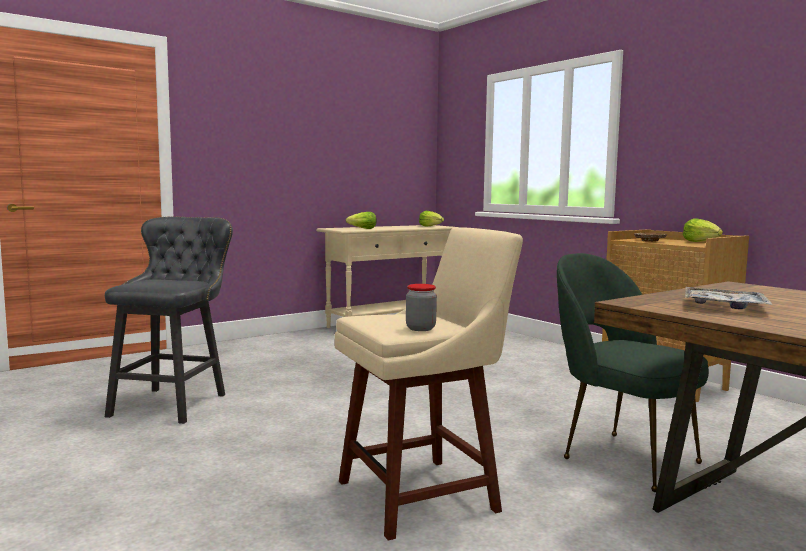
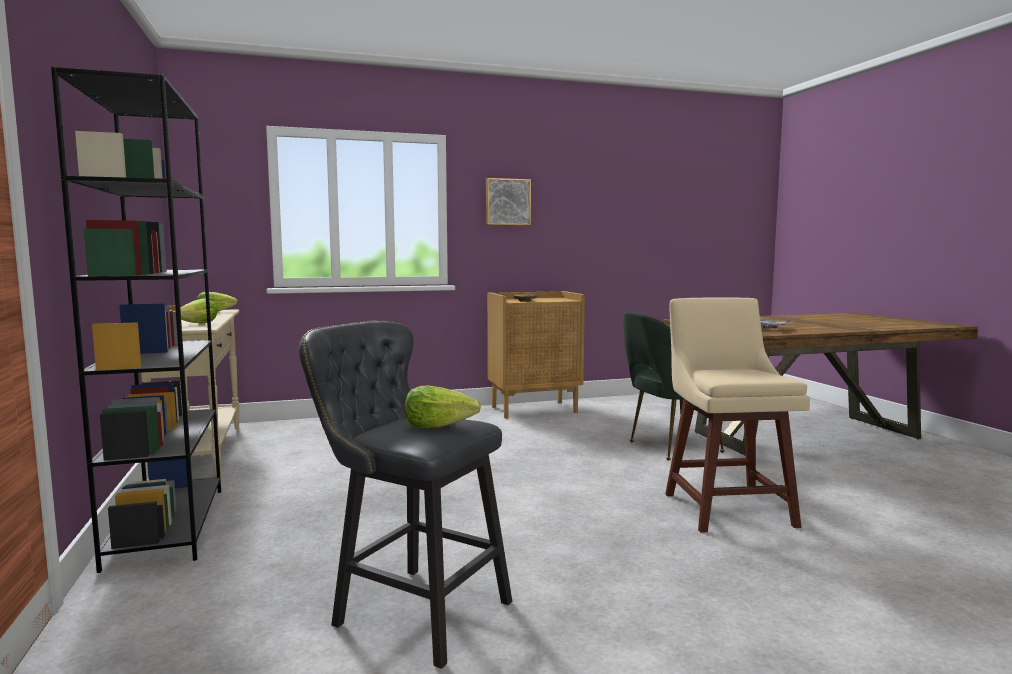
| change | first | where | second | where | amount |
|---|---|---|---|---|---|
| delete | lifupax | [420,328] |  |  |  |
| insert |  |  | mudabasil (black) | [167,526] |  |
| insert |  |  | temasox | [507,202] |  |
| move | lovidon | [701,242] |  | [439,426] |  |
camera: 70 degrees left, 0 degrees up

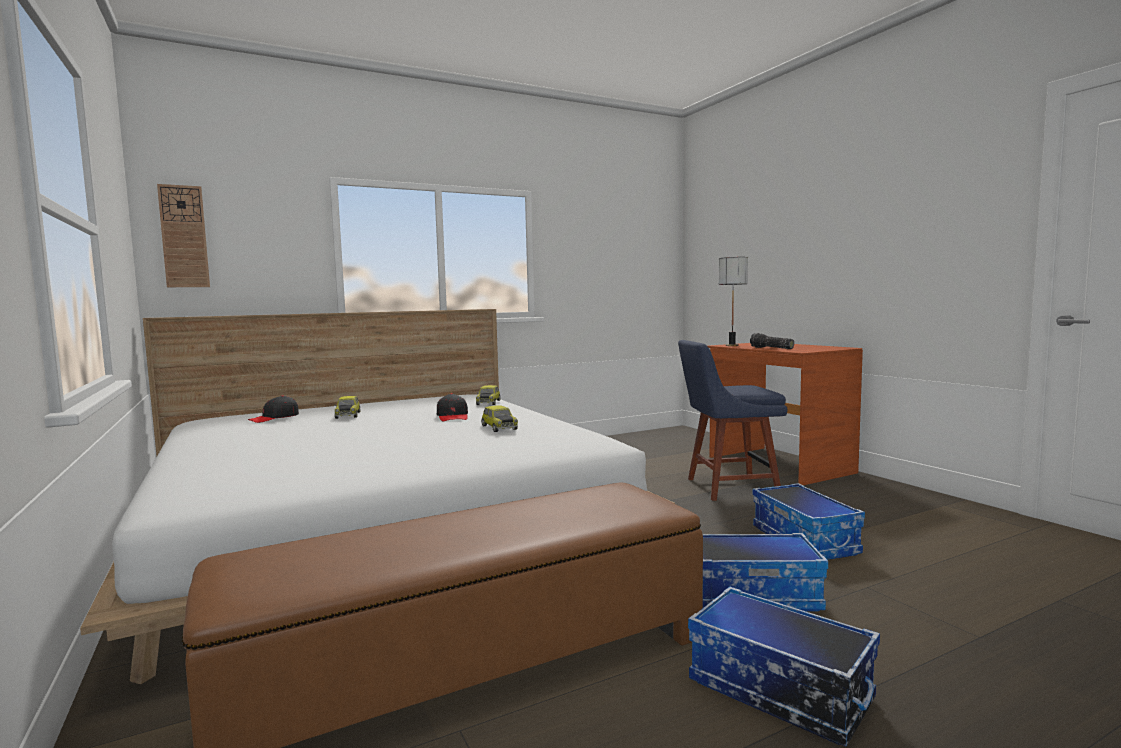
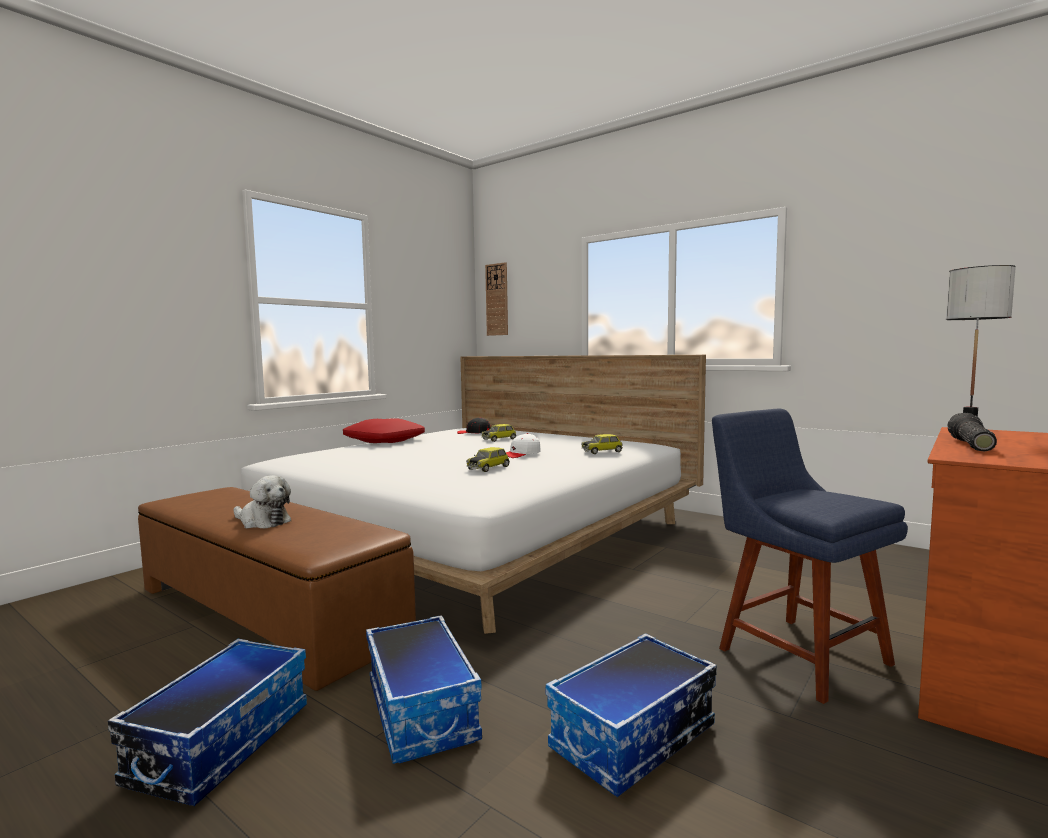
| change | first | where | second | where | amount |
|---|---|---|---|---|---|
| insert |  |  | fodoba | [262,522] |  |
| insert |  |  | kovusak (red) | [384,441] |  |
| recolor | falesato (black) | [453,417] | falesato (white) | [521,454] |  |
camera: 65 degrees right, 0 degrees up

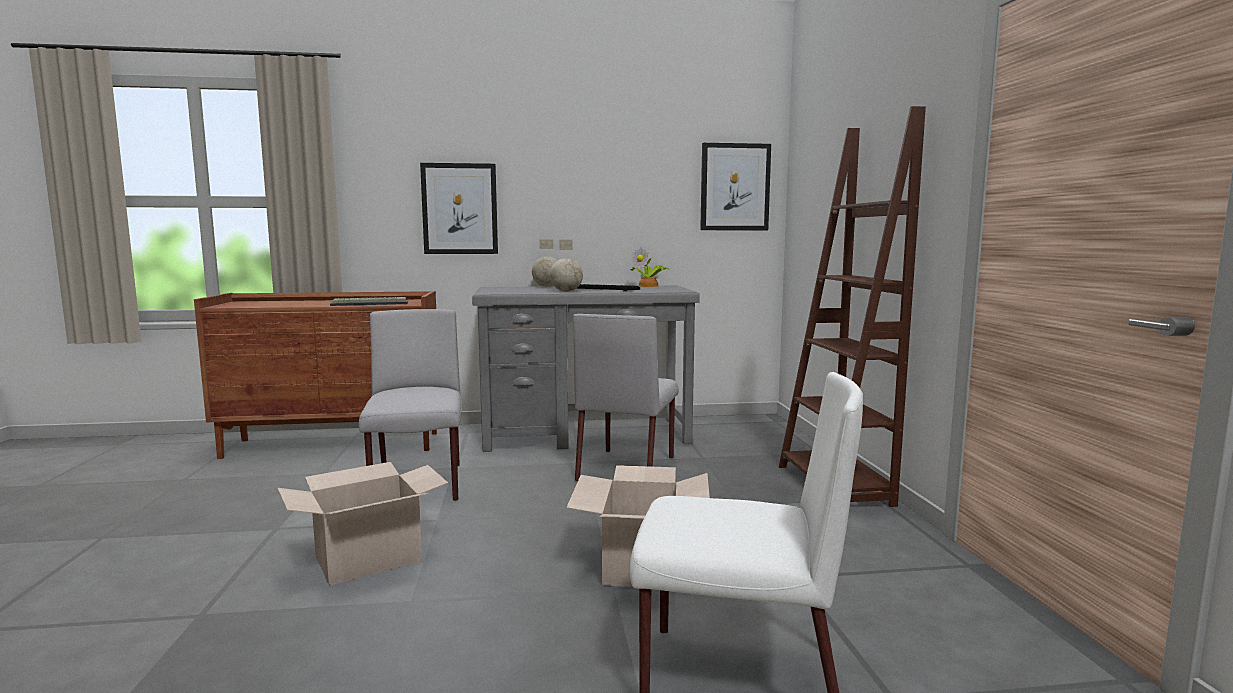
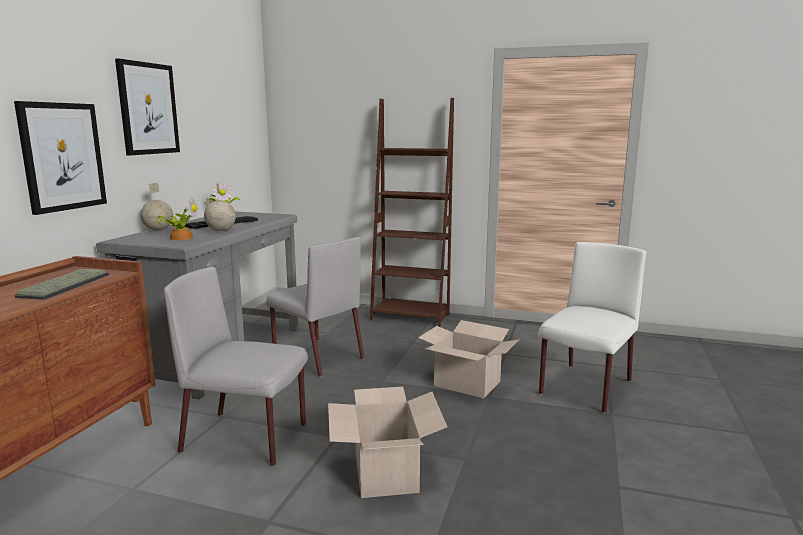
| change | first | where | second | where | amount |
|---|---|---|---|---|---|
| insert |  |  | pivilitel | [180,237] |  |
| move | temasox | [735,187] |  | [148,108] |  |
camera: 65 degrees left, 5 degrees up

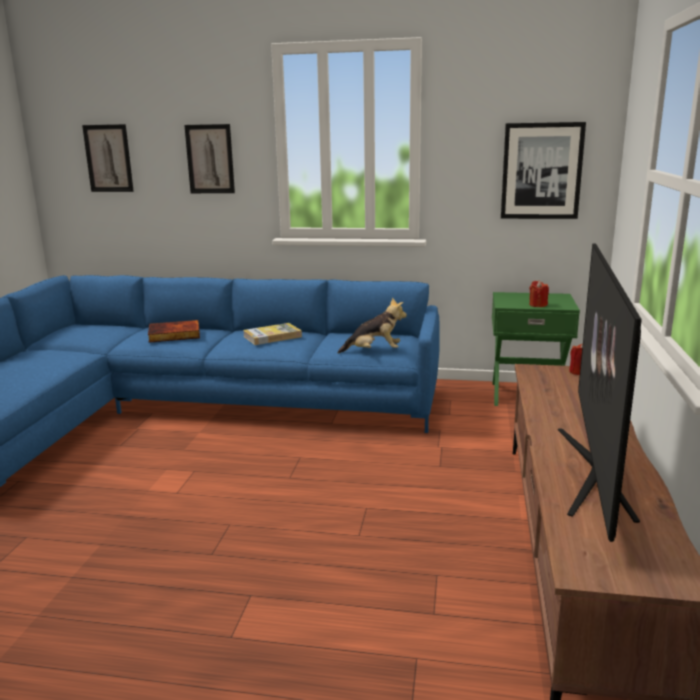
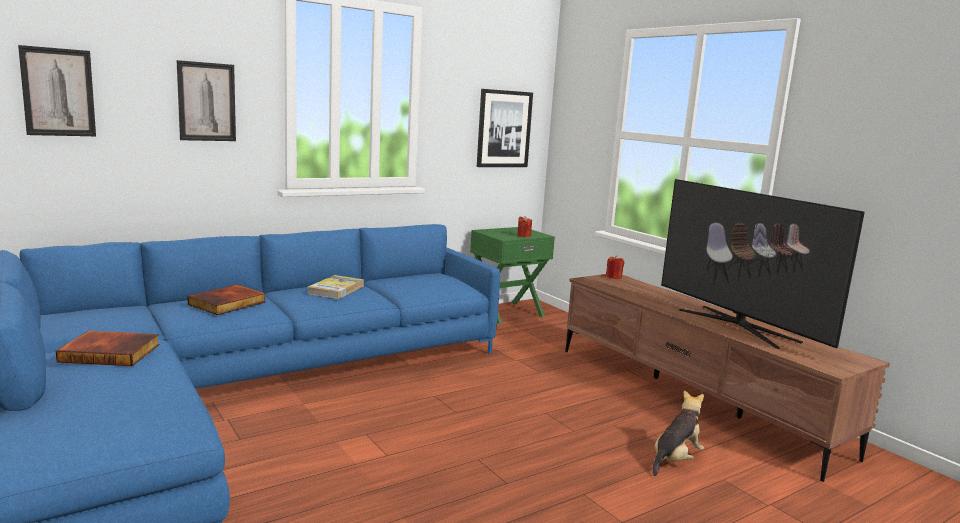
| change | first | where | second | where | amount |
|---|---|---|---|---|---|
| insert |  |  | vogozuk | [111,352] |  |
| move | fodoba | [374,352] |  | [675,459] |  |
camera: 45 degrees left, 5 degrees down

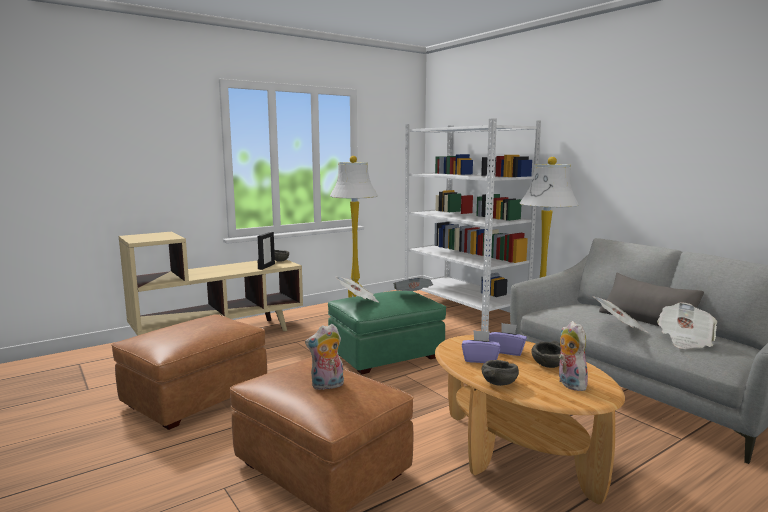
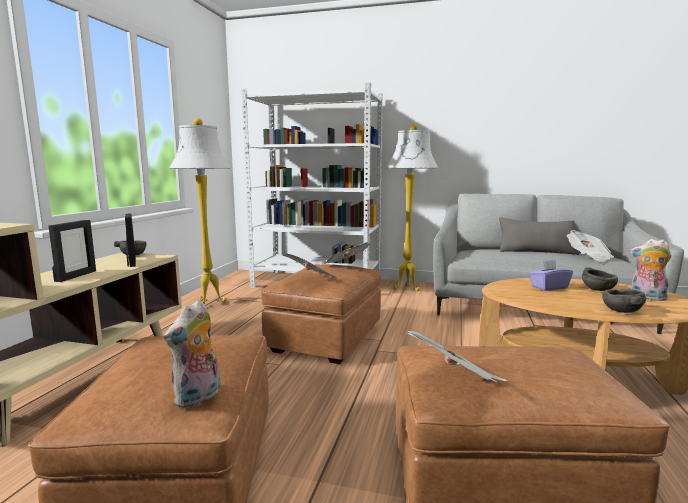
| change | first | where | second | where | amount |
|---|---|---|---|---|---|
| delete | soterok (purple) | [480,359] |  |  |  |
| insert |  |  | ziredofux | [76,276] |  |
| move | fodoba | [327,386] |  | [198,398] |  |
| move | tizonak | [619,327] |  | [454,381] |  |
| recolor | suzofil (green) | [386,355] | suzofil (brown) | [326,338] |  |
camera: 40 degrees left, 0 degrees up

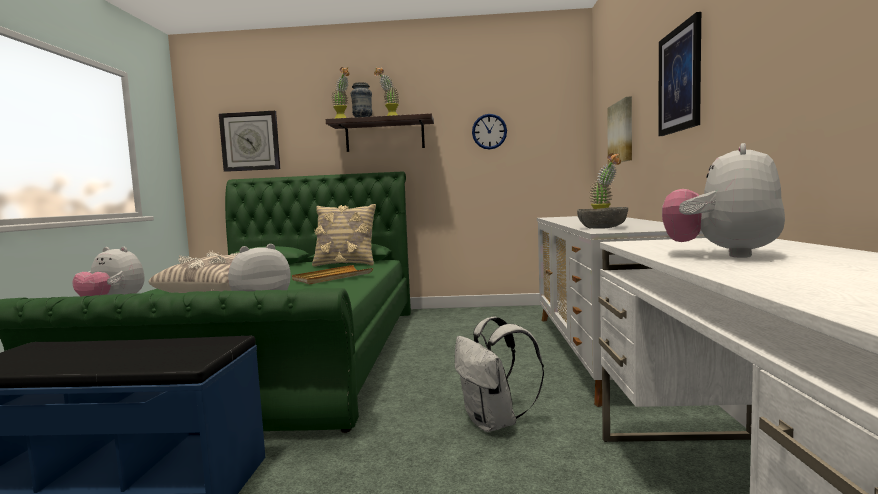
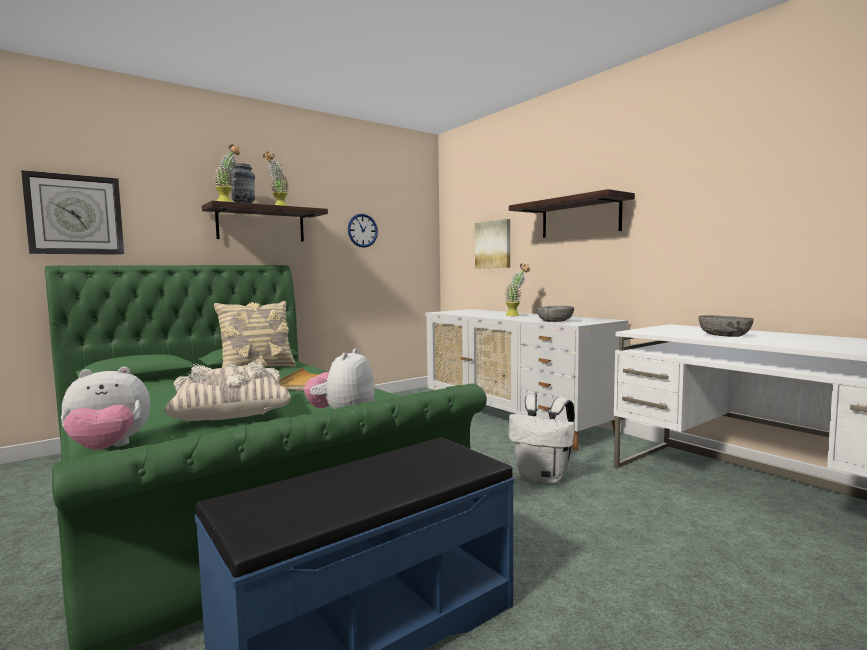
| change | first | where | second | where | amount |
|---|---|---|---|---|---|
| replace | temasox | [680,80] | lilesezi | [580,217] |  |
| replace | fodoba | [721,254] | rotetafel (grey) | [724,336] |  |
camera: 40 degrees left, 0 degrees up

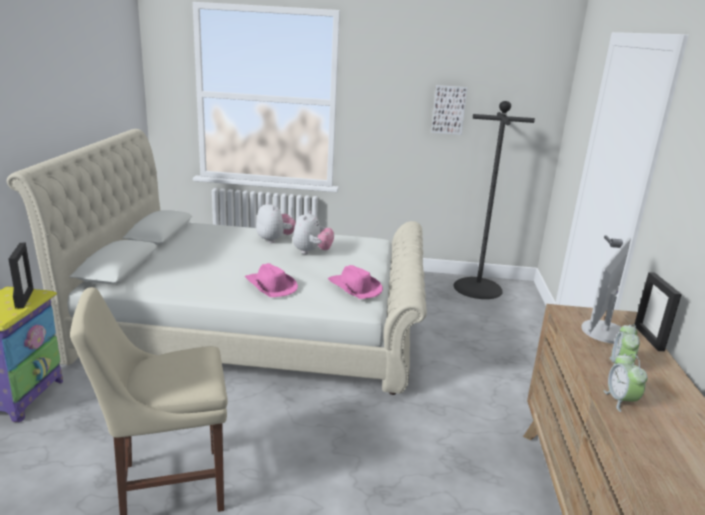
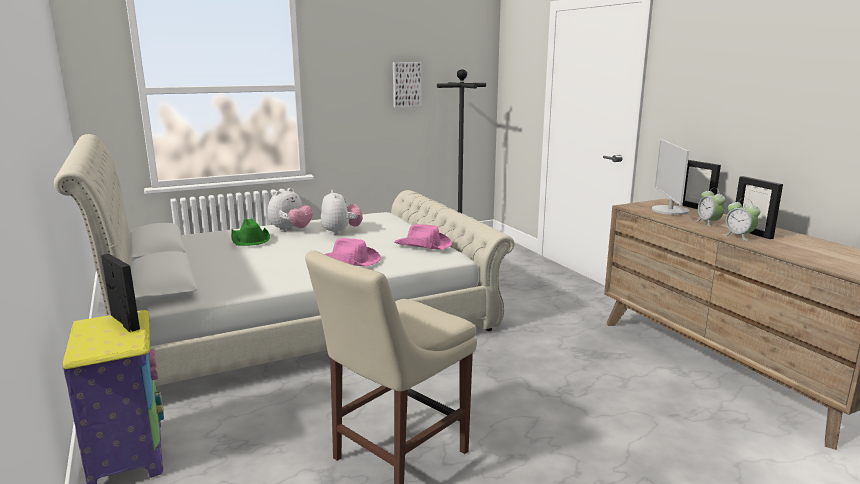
| change | first | where | second | where | amount |
|---|---|---|---|---|---|
| insert |  |  | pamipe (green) | [249,239] |  |
| insert |  |  | ziredofux | [752,233] |  |
| rotate | fodoba | [275,240] |  | [291,230] | 90 degrees clockwise |
camera: 30 degrees left, 5 degrees down

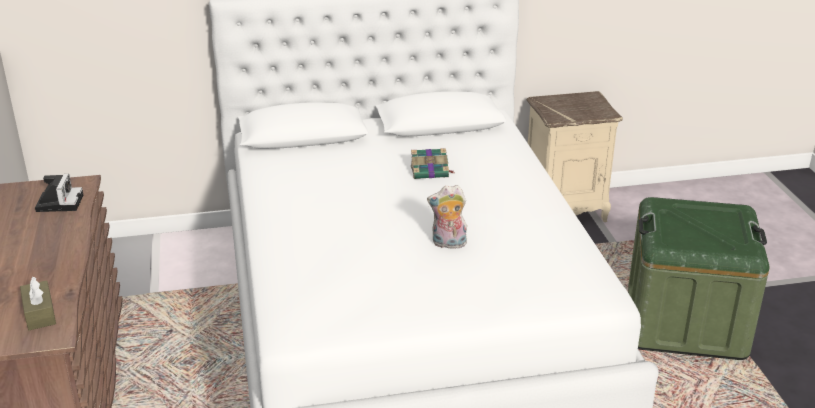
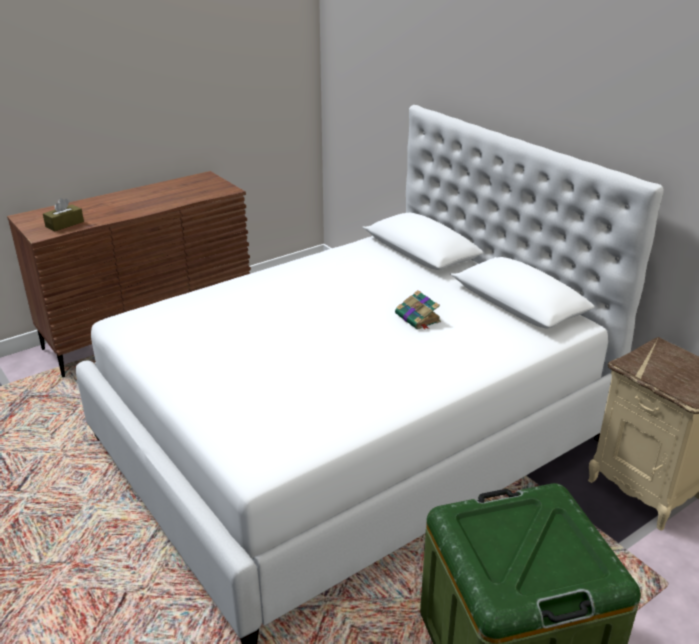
| change | first | where | second | where | amount |
|---|---|---|---|---|---|
| delete | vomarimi | [59,202] |  |  |  |
| delete | fodoba | [448,244] |  |  |  |
camera: 65 degrees right, 0 degrees up

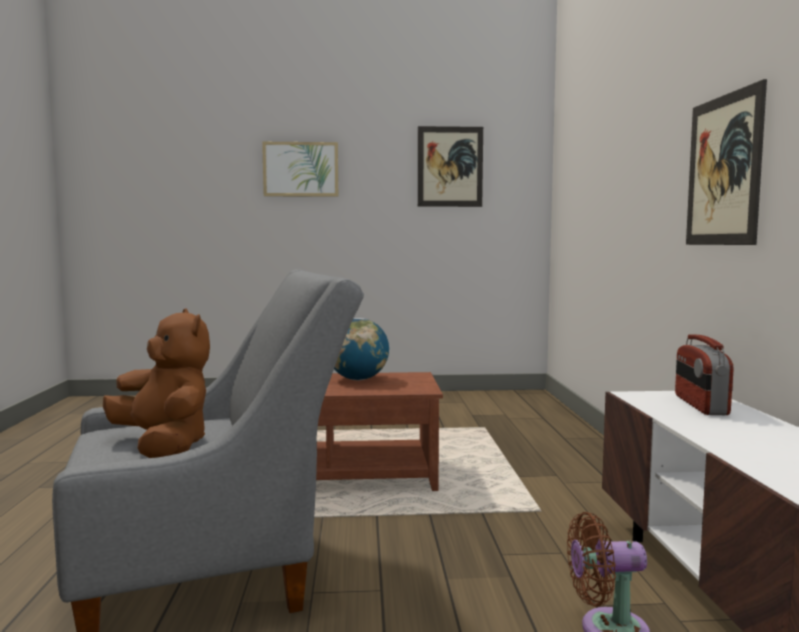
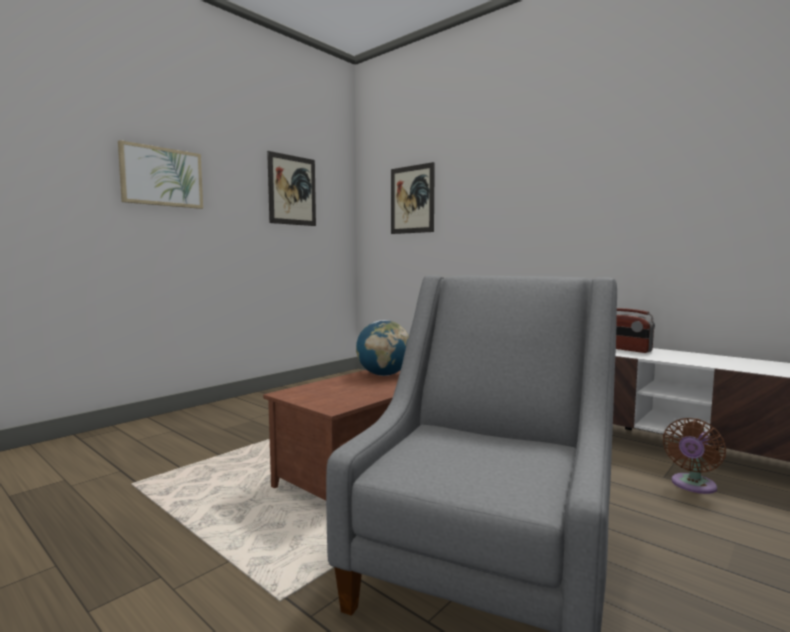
| change | first | where | second | where | amount |
|---|---|---|---|---|---|
| delete | fodoba (brown) | [164,446] |  |  |  |
| move | temasox | [723,170] |  | [412,199] |  |
camera: 45 degrees left, 0 degrees up

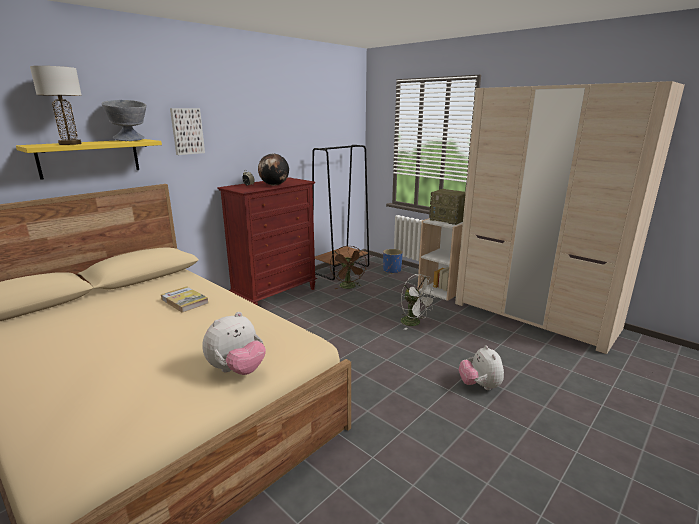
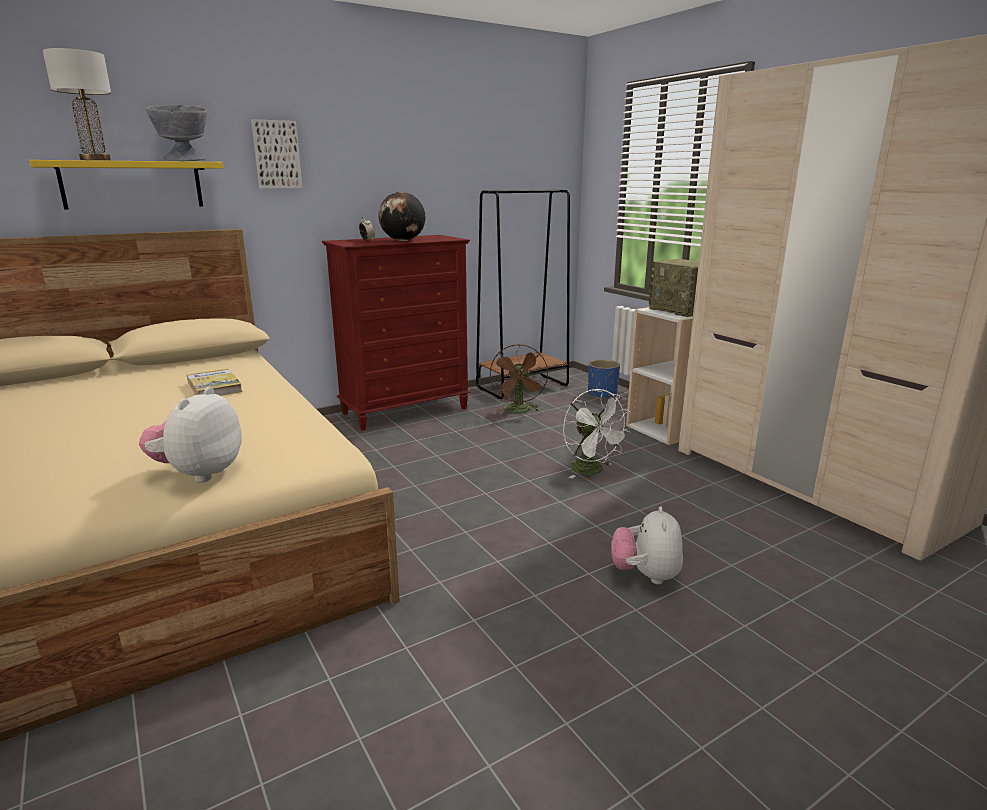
| change | first | where | second | where | amount |
|---|---|---|---|---|---|
| rotate | fodoba | [237,370] |  | [199,473] | 135 degrees clockwise |
camera: 15 degrees right, 0 degrees up

